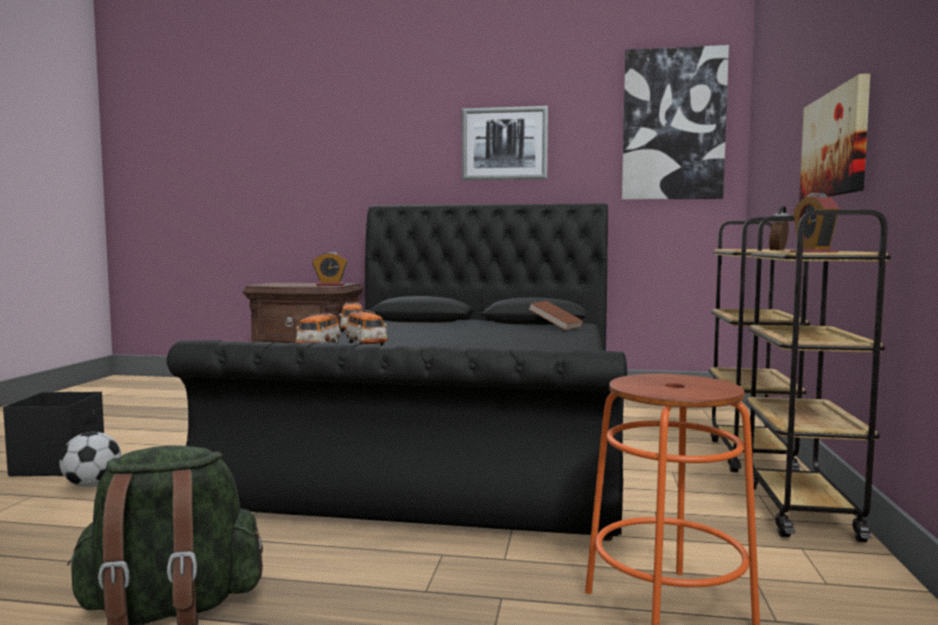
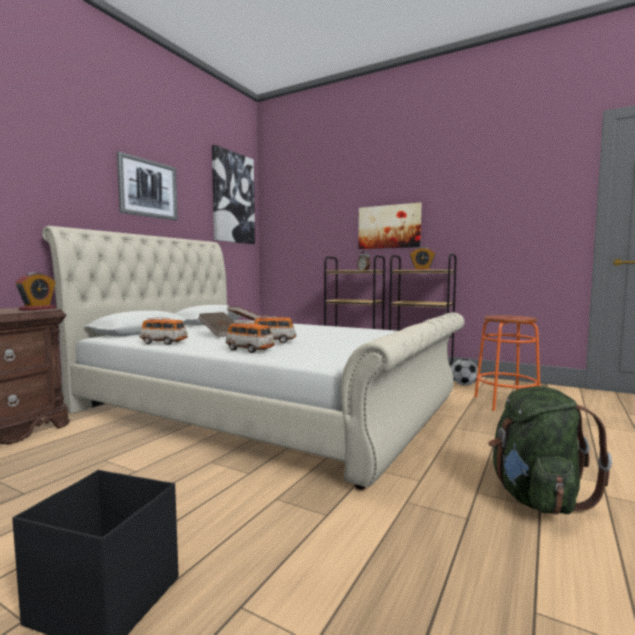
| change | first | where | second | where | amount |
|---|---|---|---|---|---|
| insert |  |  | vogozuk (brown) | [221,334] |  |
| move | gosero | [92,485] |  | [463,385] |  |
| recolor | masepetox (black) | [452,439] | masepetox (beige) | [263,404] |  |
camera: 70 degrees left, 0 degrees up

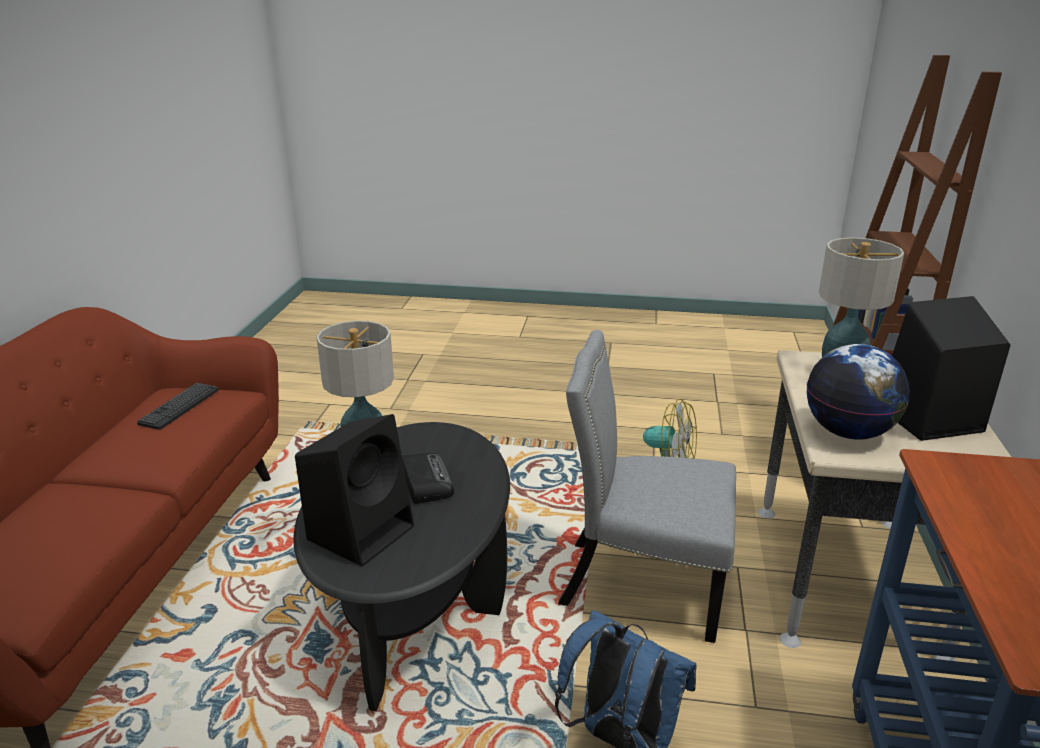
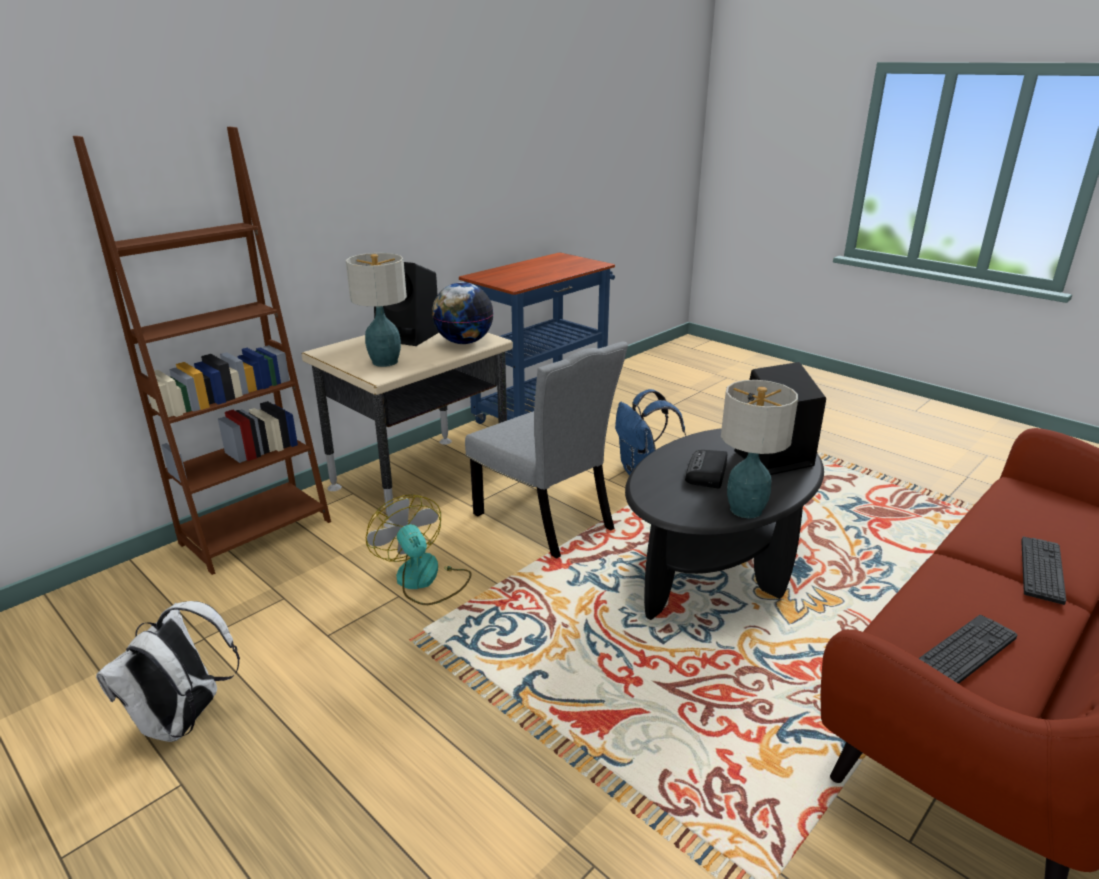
| change | first | where | second | where | amount |
|---|---|---|---|---|---|
| insert |  |  | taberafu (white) | [184,722] |  |
| insert |  |  | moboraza | [1041,570] |  |
camera: 145 degrees left, 0 degrees up

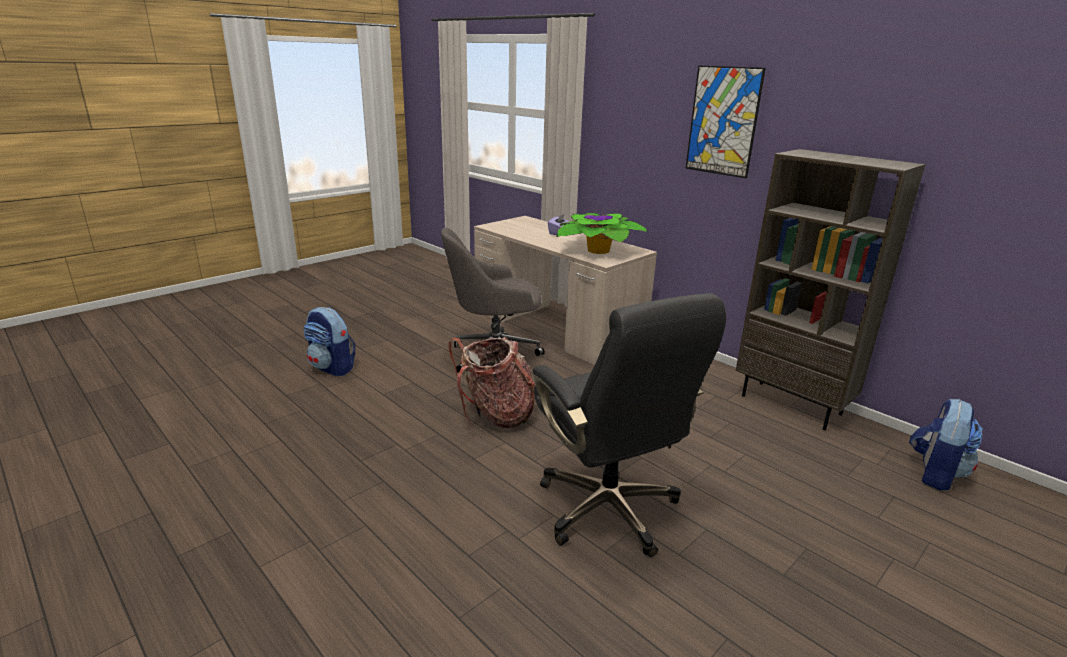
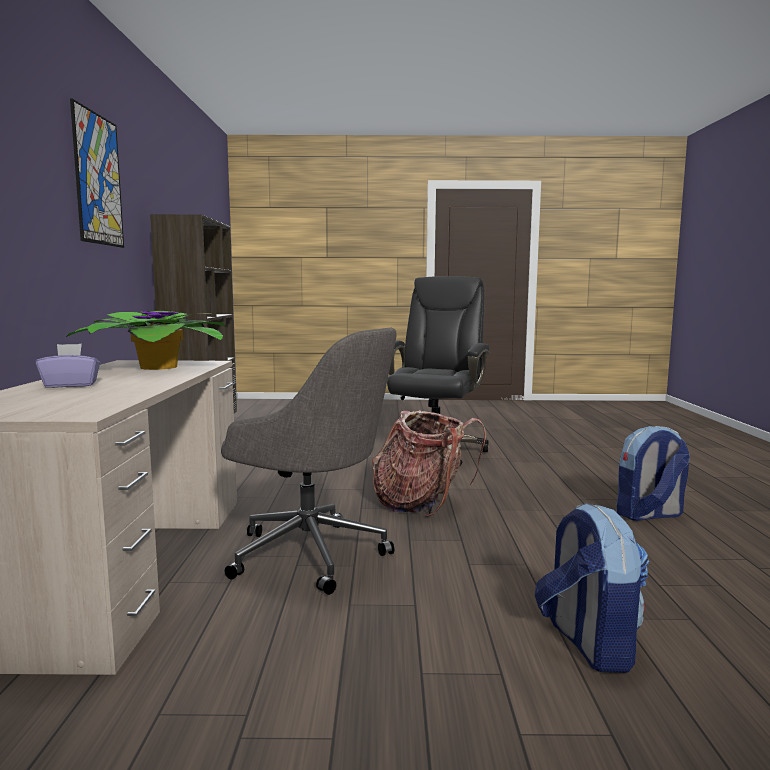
| change | first | where | second | where | amount |
|---|---|---|---|---|---|
| move | taberafu | [934,473] |  | [648,515] |  |
camera: 135 degrees left, 15 degrees down

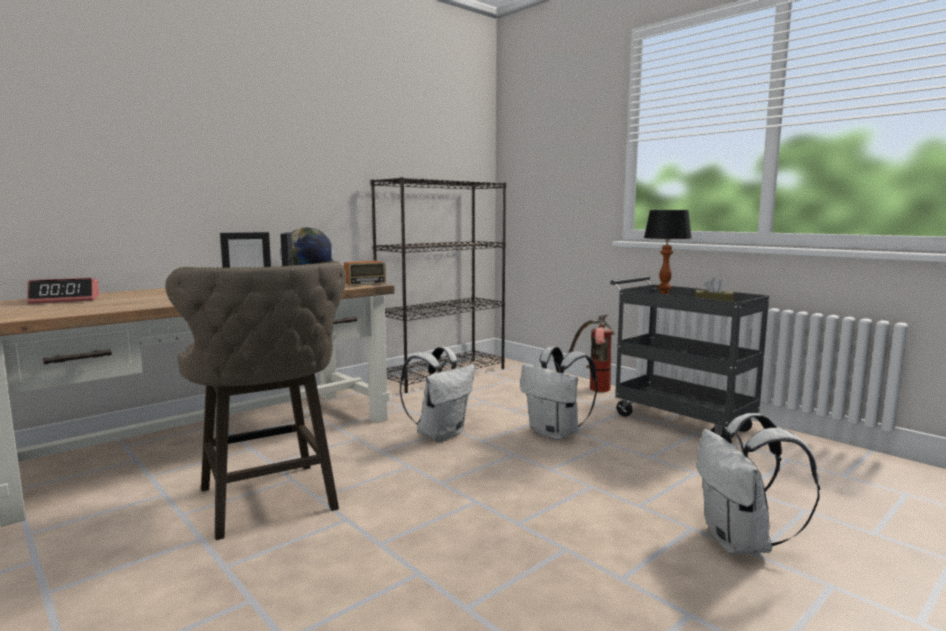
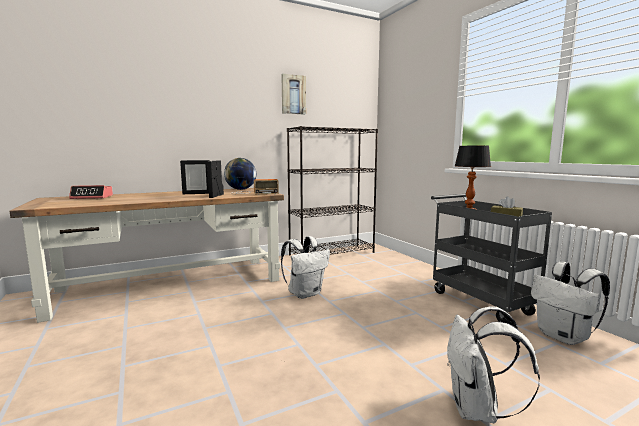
| change | first | where | second | where | amount |
|---|---|---|---|---|---|
| delete | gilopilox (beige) | [269,502] |  |  |  |
| delete | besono | [592,389] |  |  |  |
| insert |  |  | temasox | [293,94] |  |
| move | taberafu (white) | [556,433] |  | [564,337] |  |
camera: 15 degrees right, 0 degrees up

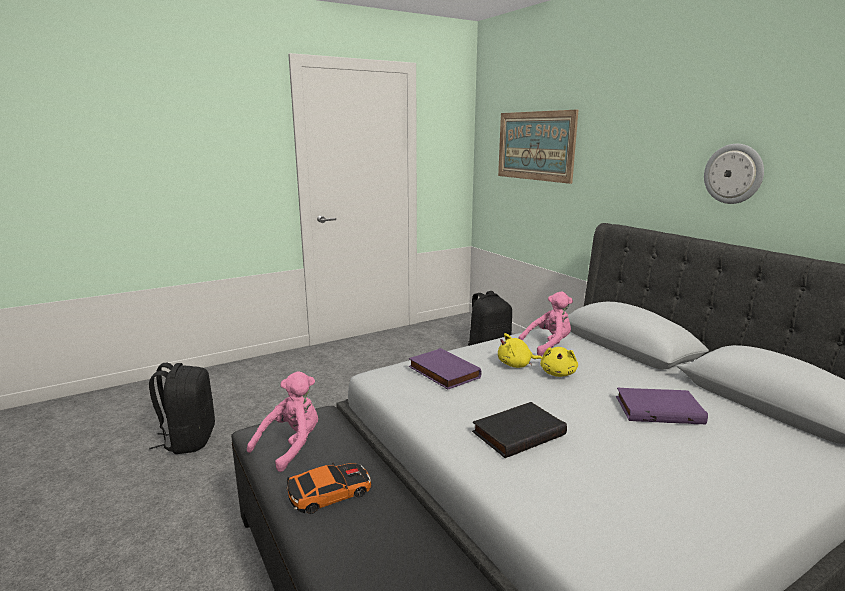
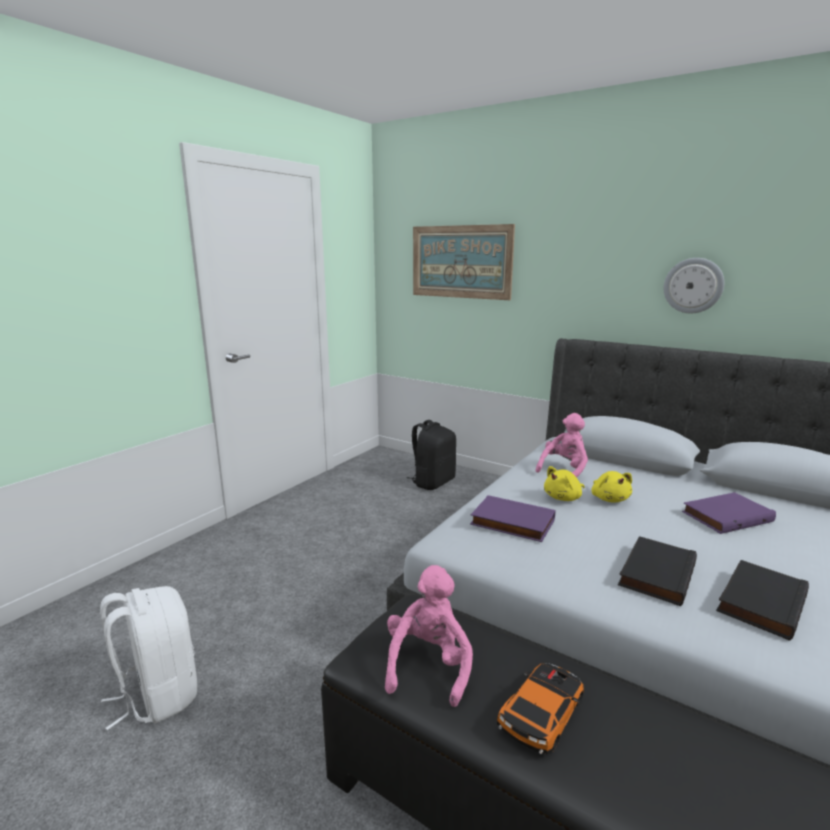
| change | first | where | second | where | amount |
|---|---|---|---|---|---|
| insert |  |  | vogozuk (black) | [759,601] |  |
| recolor | taberafu (black) | [189,440] | taberafu (white) | [158,694] |  |
camera: 25 degrees left, 0 degrees up

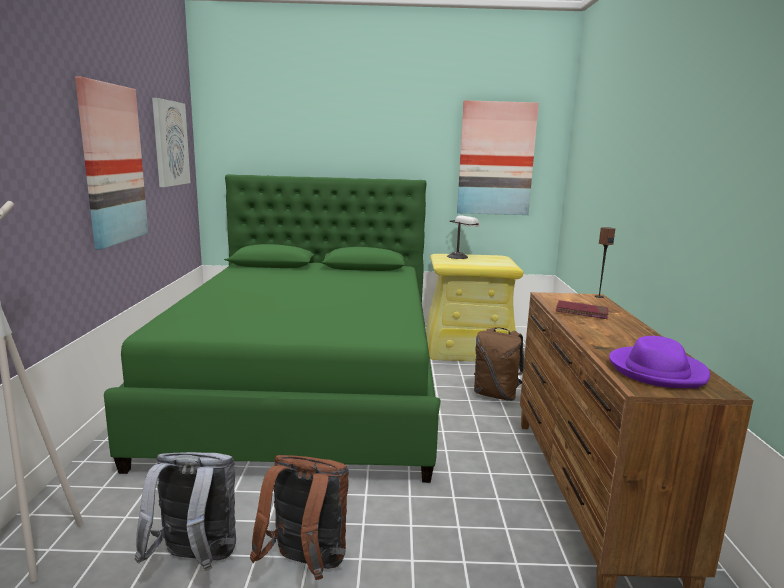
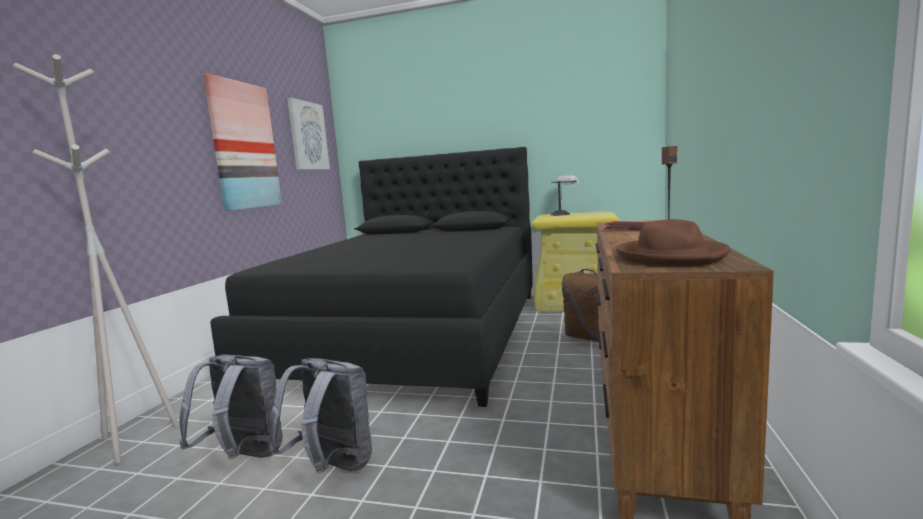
| change | first | where | second | where | amount |
|---|---|---|---|---|---|
| delete | temasox | [496,159] |  |  |  |
| recolor | masepetox (green) | [308,388] | masepetox (black) | [413,333] |  |
| recolor | taberafu (brown) | [305,565] | taberafu (grey) | [333,467] |  |
| recolor | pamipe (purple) | [657,371] | pamipe (brown) | [671,256] |  |
camera: 15 degrees right, 5 degrees down

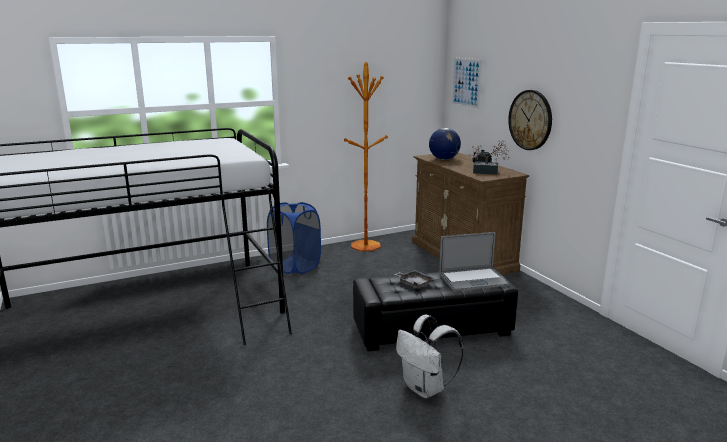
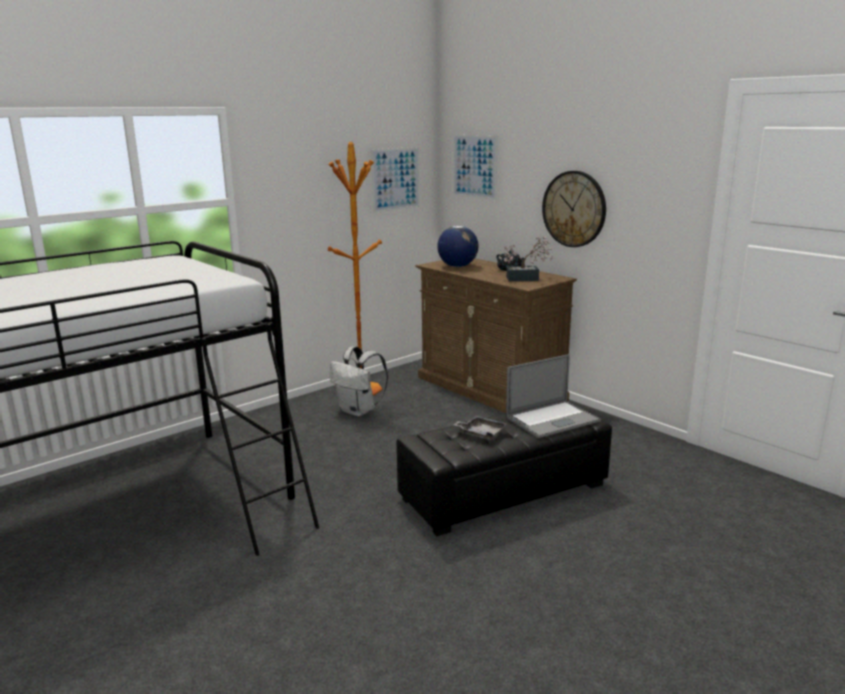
| change | first | where | second | where | amount |
|---|---|---|---|---|---|
| delete | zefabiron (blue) | [295,266] |  |  |  |
| insert |  |  | temasox | [396,179] |  |
| move | taberafu (white) | [426,389] |  | [359,411] |  |
camera: 15 degrees left, 0 degrees up

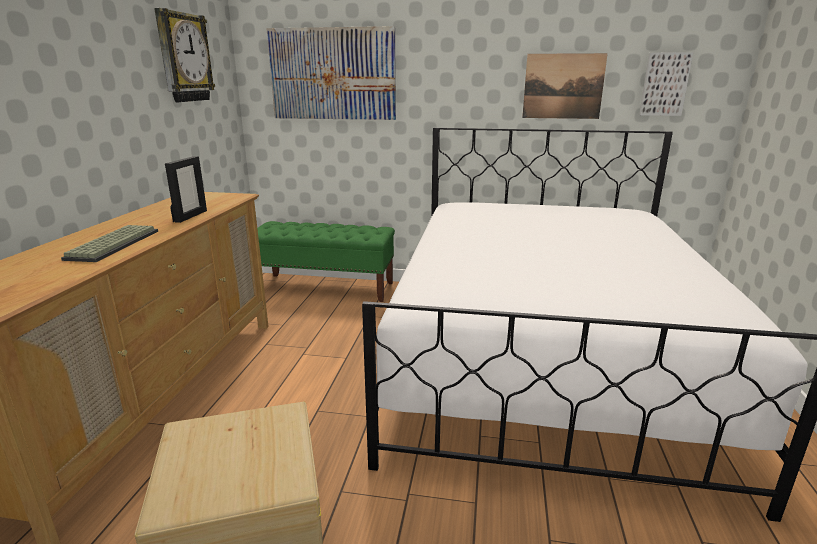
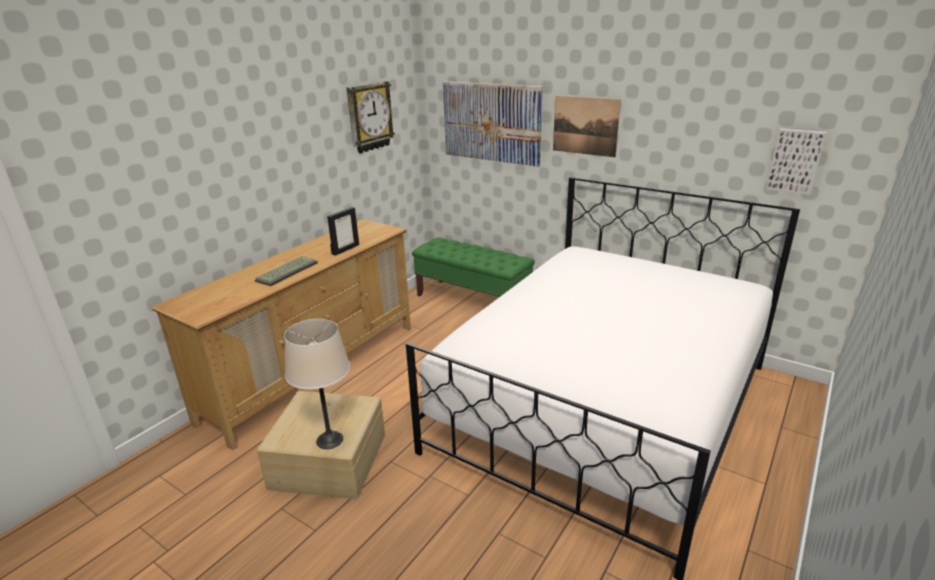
| change | first | where | second | where | amount |
|---|---|---|---|---|---|
| insert |  |  | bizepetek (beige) | [330,440] |  |
| move | temasox | [563,86] |  | [585,126] |  |
camera: 25 degrees right, 5 degrees up

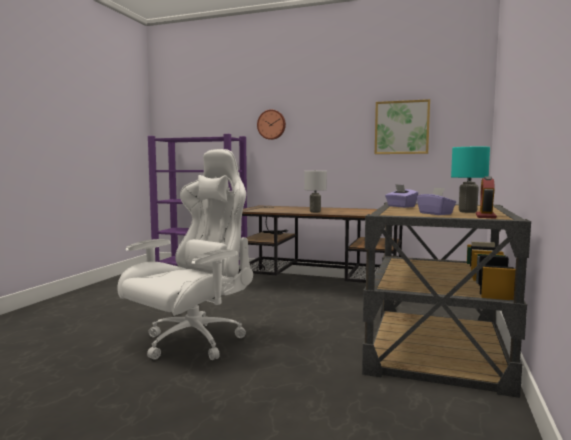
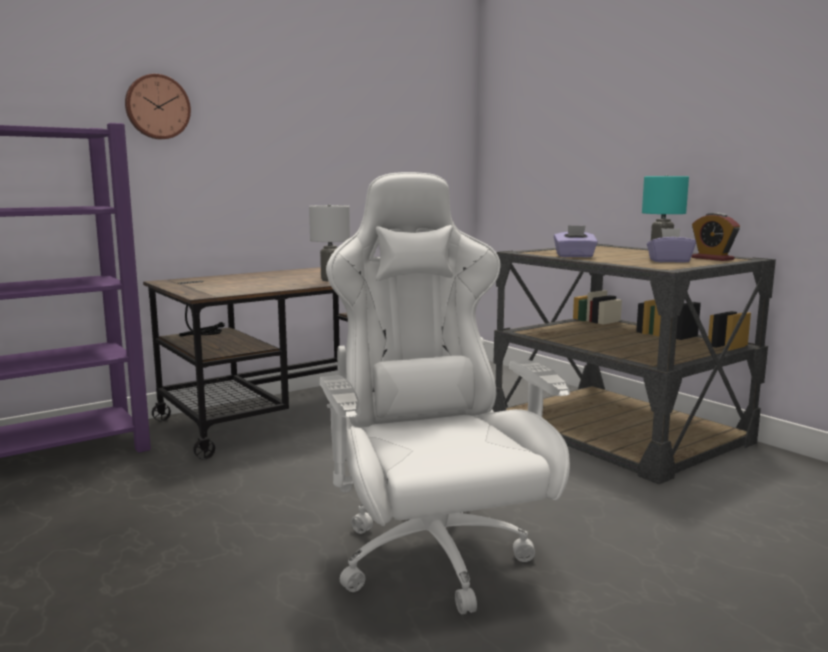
| change | first | where | second | where | amount |
|---|---|---|---|---|---|
| delete | temasox | [401,127] |  |  |  |
camera: 55 degrees left, 5 degrees up

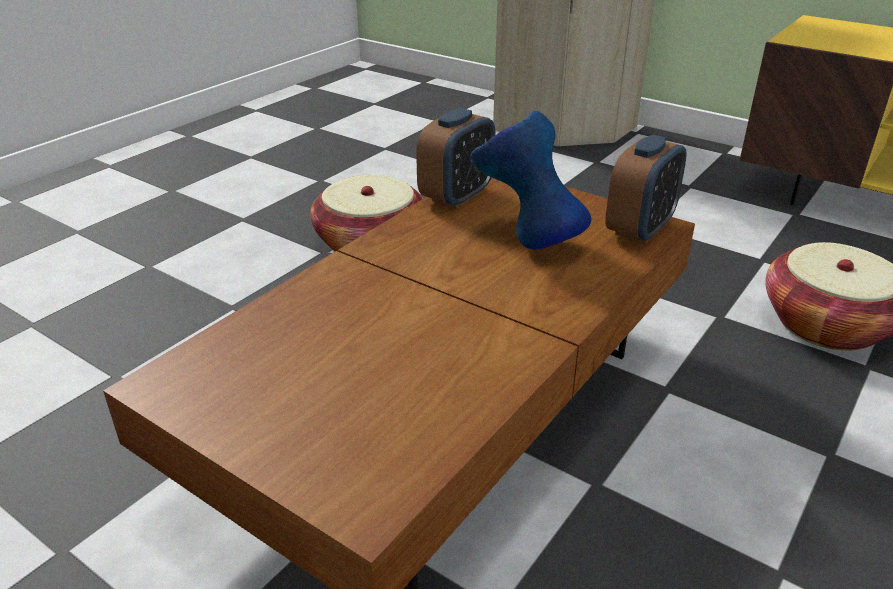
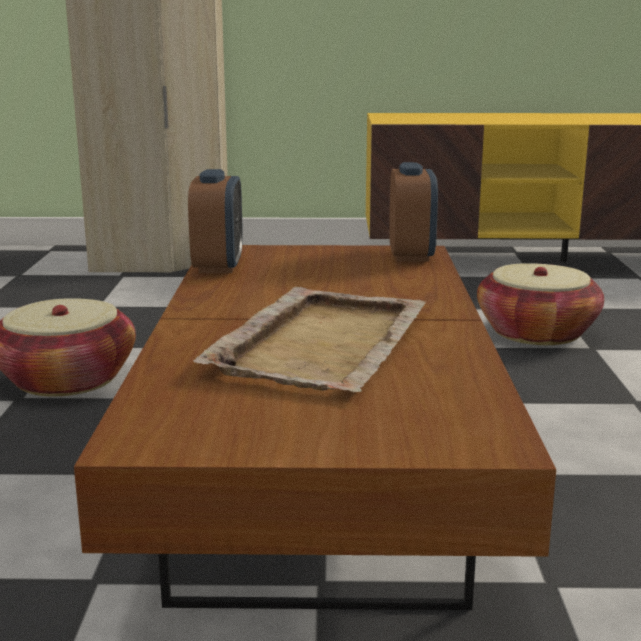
| change | first | where | second | where | amount |
|---|---|---|---|---|---|
| delete | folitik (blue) | [526,240] |  |  |  |
| insert |  |  | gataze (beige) | [323,343] |  |
camera: 35 degrees left, 15 degrees down

